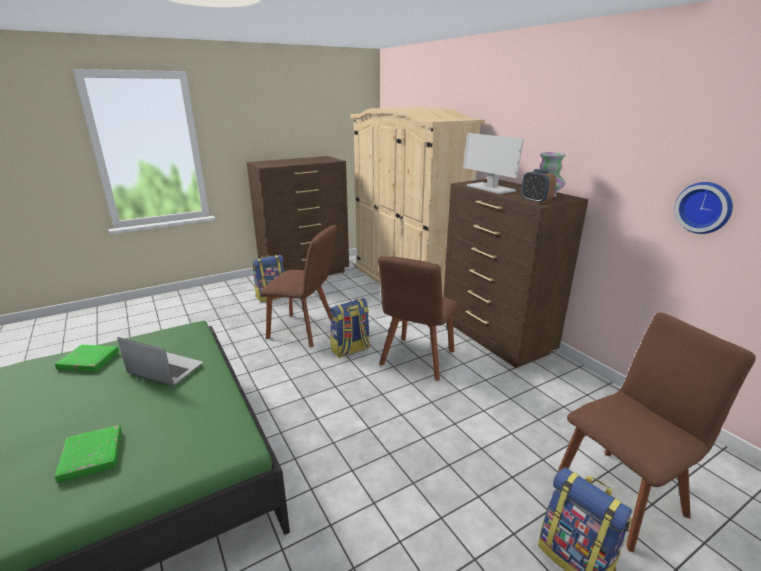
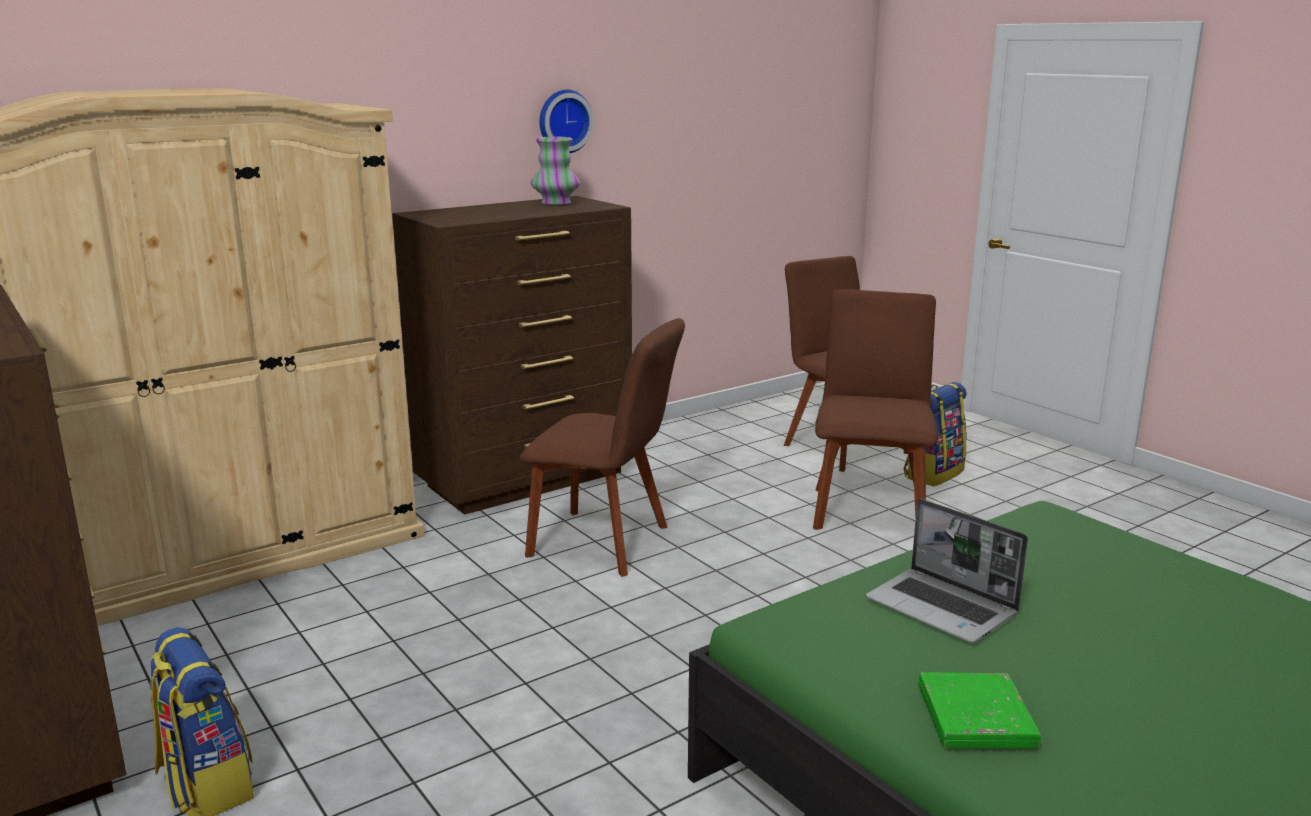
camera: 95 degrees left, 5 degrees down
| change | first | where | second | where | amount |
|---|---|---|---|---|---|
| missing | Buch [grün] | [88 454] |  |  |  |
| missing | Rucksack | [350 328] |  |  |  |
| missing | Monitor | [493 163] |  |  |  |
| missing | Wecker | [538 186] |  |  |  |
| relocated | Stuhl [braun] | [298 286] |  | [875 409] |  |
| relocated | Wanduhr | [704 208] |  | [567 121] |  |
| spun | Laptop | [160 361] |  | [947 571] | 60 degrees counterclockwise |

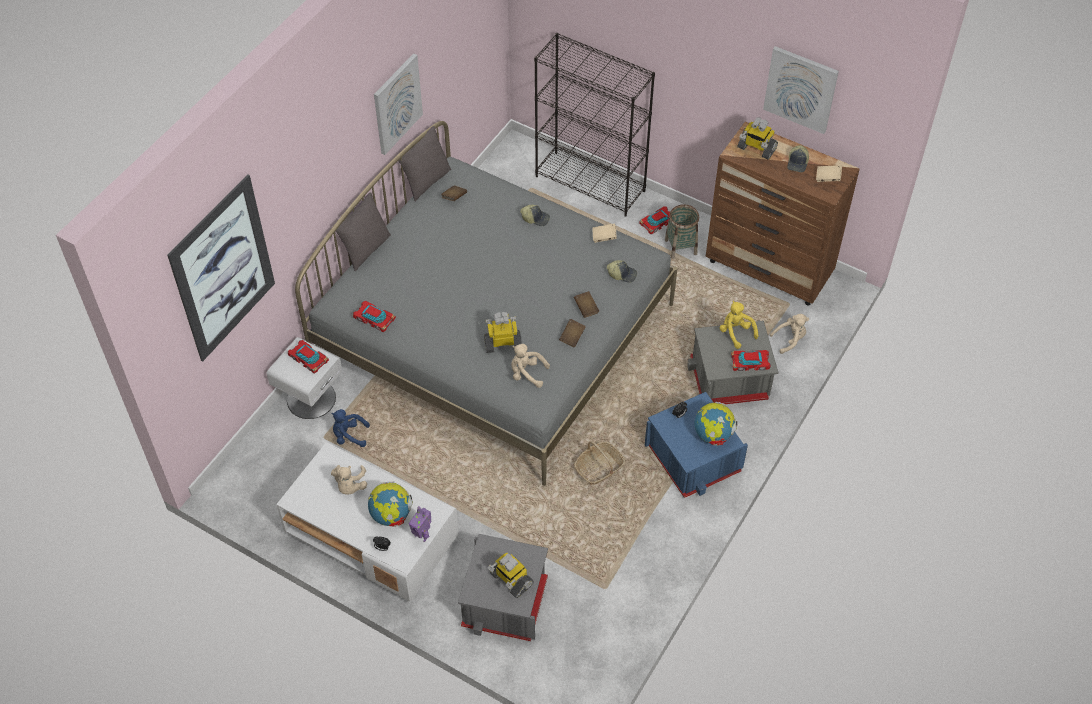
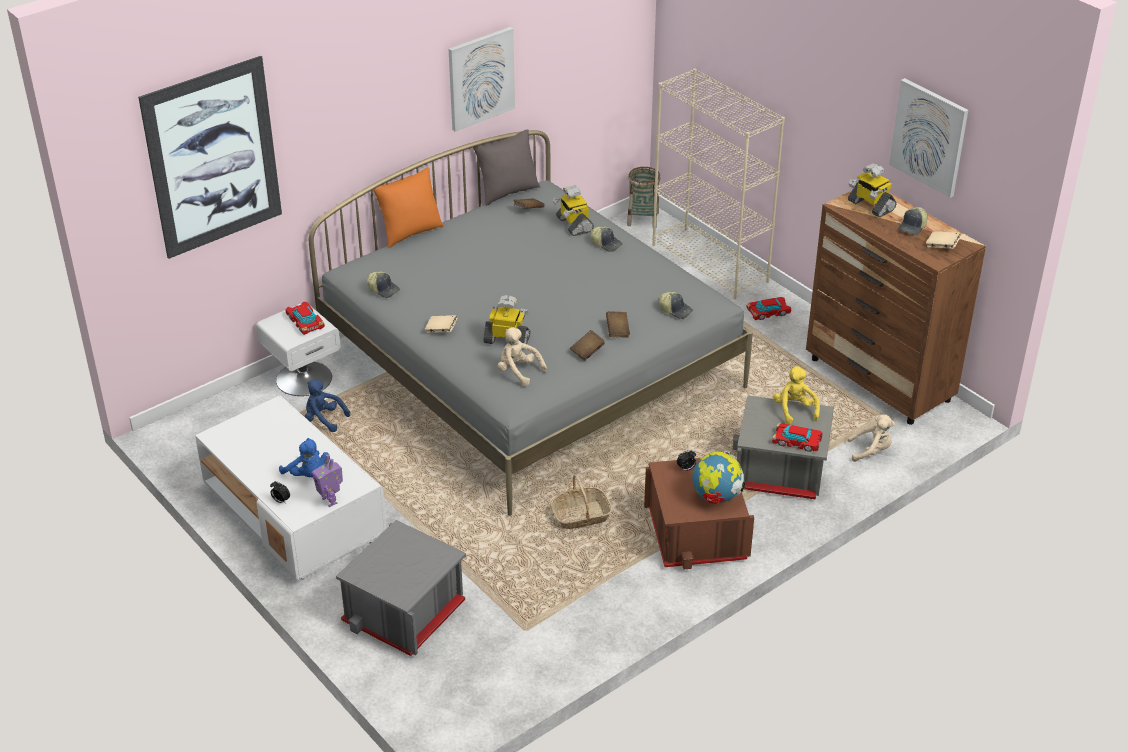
camera: 20 degrees right, 15 degrees down
| change | first | where | second | where | amount |
|---|---|---|---|---|---|
| missing | Plüschtier [beige] | [349 480] |  |  |  |
| relocated | Spielzeugroboter | [511 575] |  | [573 210] |  |
| relocated | Buch [beige] | [605 233] |  | [441 324] |  |
| relocated | Korb | [682 231] |  | [644 197] |  |
| exchanged | Spielzeugauto | [374 316] | Kappe | [383 284] |  |
| exchanged | Globus | [390 504] | Plüschtier [blau] | [304 457] |  |
| colour | Kissen [grau] | [363 231] | Kissen [orange] | [408 207] |  |
| colour | Bücherregal [schwarz] | [594 125] | Bücherregal [beige] | [718 184] |  |
| colour | Aufbewahrungsbox [blau] | [696 445] | Aufbewahrungsbox [braun] | [699 514] |  |

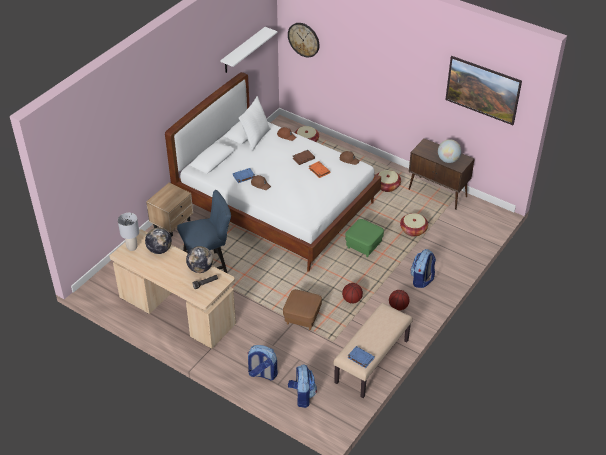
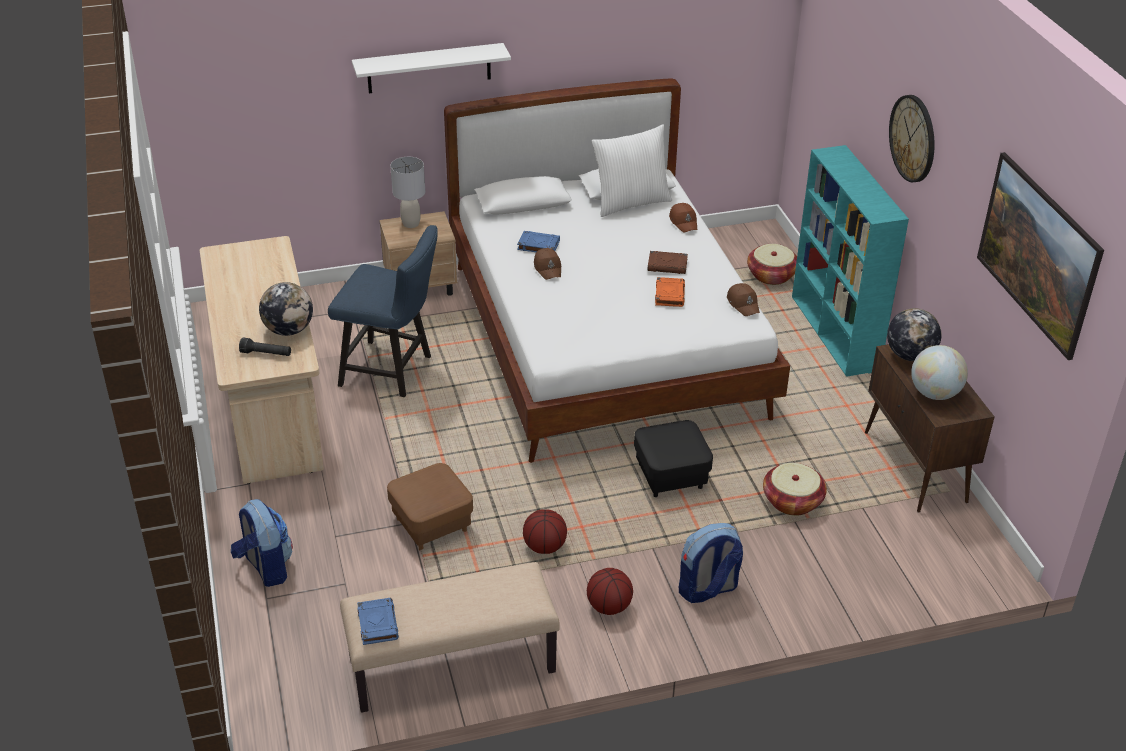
camera: 40 degrees right, 5 degrees down
| change | first | where | second | where | amount |
|---|---|---|---|---|---|
| missing | Rucksack | [302 386] |  |  |  |
| missing | Korb | [389 181] |  |  |  |
| appeared |  |  | Bücherregal [türkis] | [850 261] |  |
| relocated | Tischlampe [grau] | [128 232] |  | [407 192] |  |
| relocated | Globus | [158 241] |  | [914 334] |  |
| relocated | Wandregal [weiß] | [249 50] |  | [431 68] |  |
| relocated | Wanduhr | [304 40] |  | [912 138] |  |
| colour | Polsterhocker [grün] | [364 238] | Polsterhocker [schwarz] | [673 458] |  |

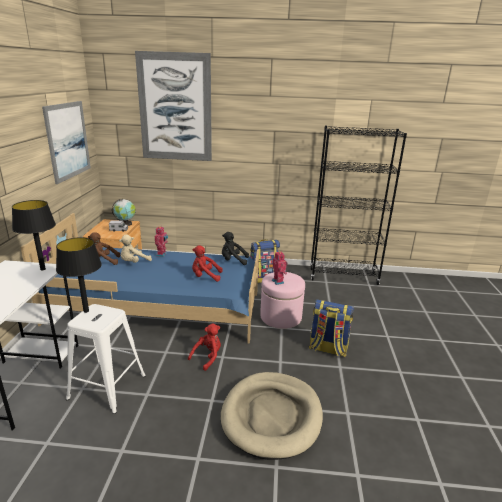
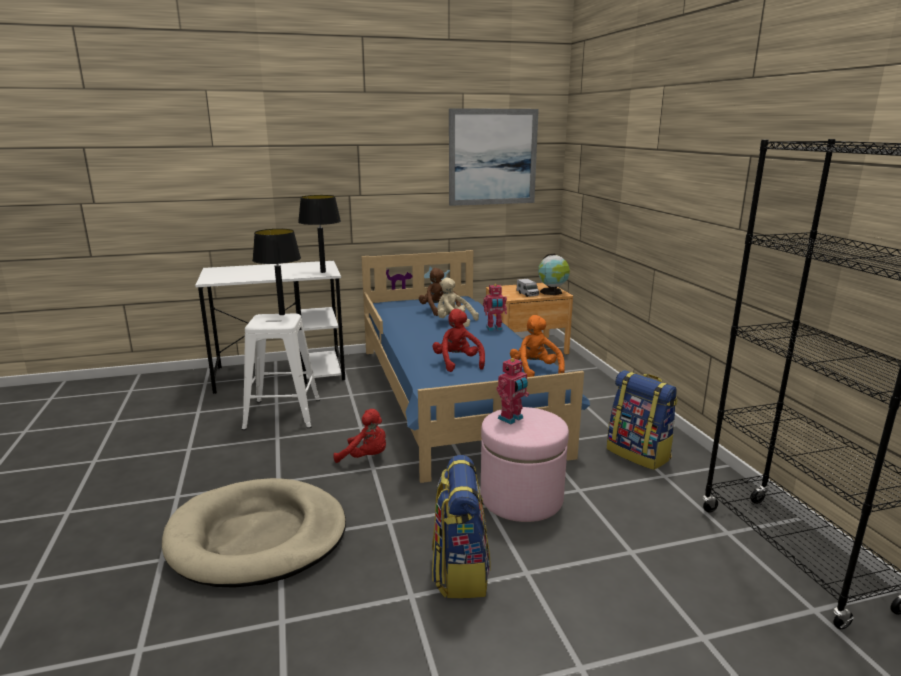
camera: 70 degrees right, 5 degrees down
| change | first | where | second | where | amount |
|---|---|---|---|---|---|
| missing | Bild | [173 106] |  |  |  |
| colour | Plüschtier [schwarz] | [235 248] | Plüschtier [orange] | [537 346] |  |

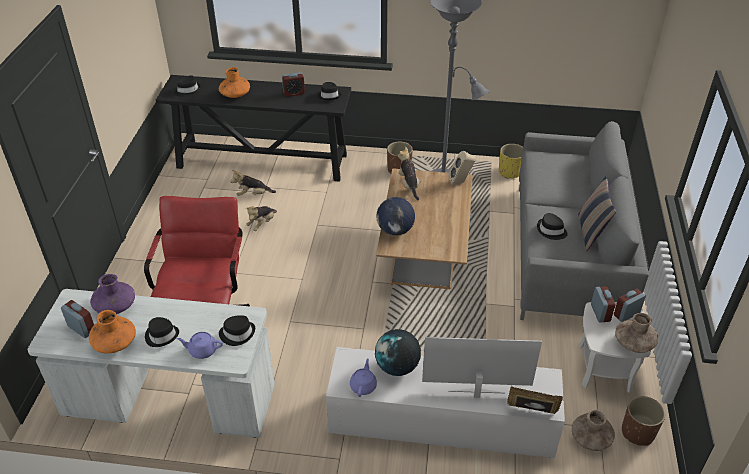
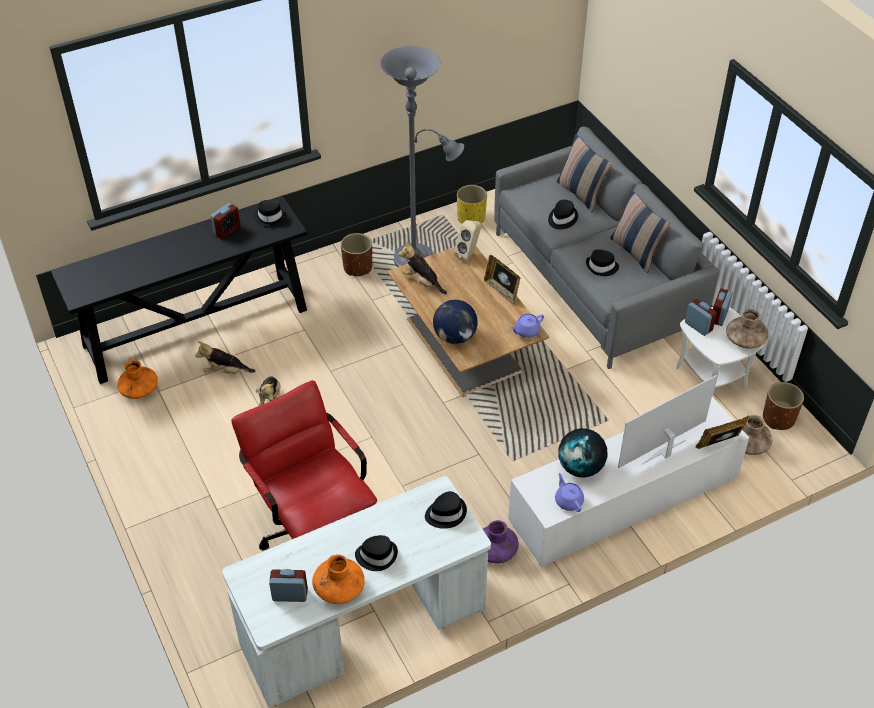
camera: 35 degrees left, 5 degrees up
| change | first | where | second | where | amount |
|---|---|---|---|---|---|
| appeared |  |  | Bilderrahmen | [502 280] |  |
| appeared |  |  | Kissen | [584 173] |  |
| relocated | Vase [lila] | [112 294] |  | [501 541] |  |
| relocated | Hut [schwarz] | [187 86] |  | [563 214] |  |
| relocated | Teekanne [lila] | [200 345] |  | [527 326] |  |
| relocated | Vase [orange] | [234 82] |  | [137 379] |  |
| spun | Plüschtier | [253 183] |  | [225 357] | 45 degrees clockwise |

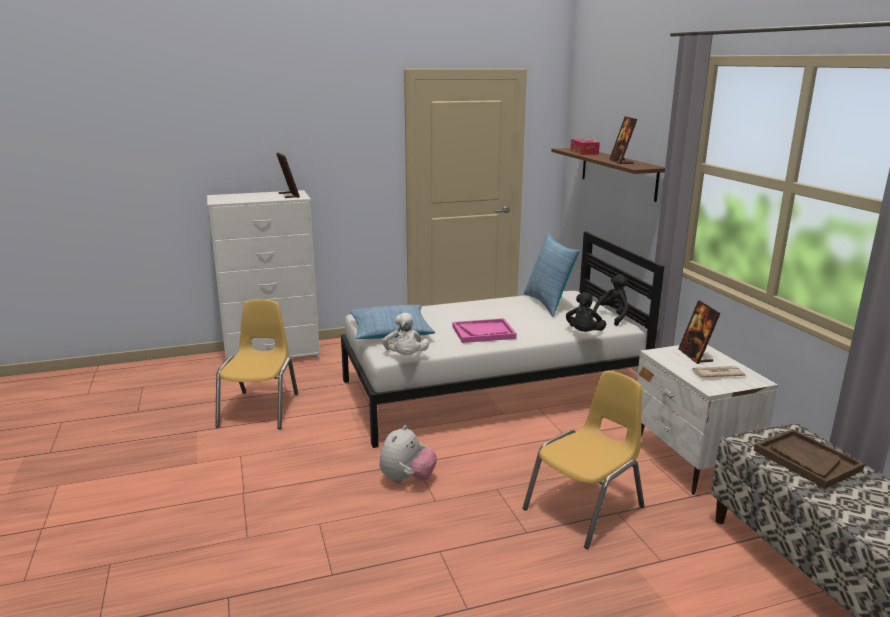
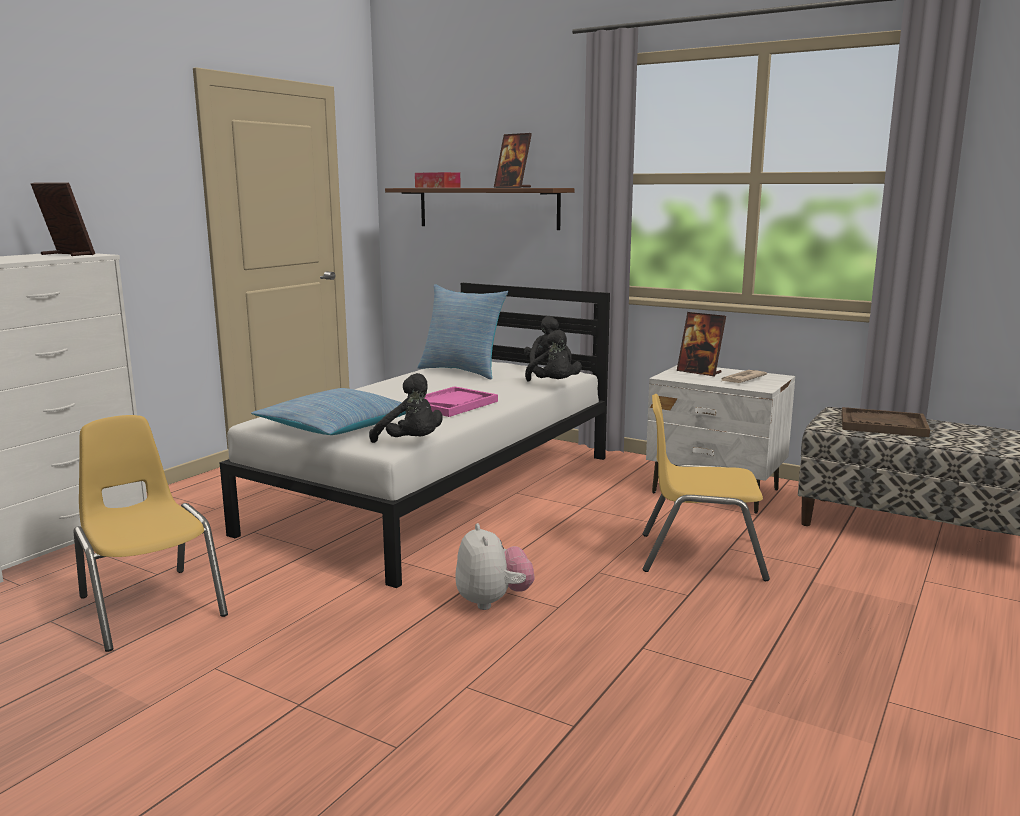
camera: 40 degrees left, 5 degrees down
| change | first | where | second | where | amount |
|---|---|---|---|---|---|
| colour | Plüschtier [weiß] | [405 334] | Plüschtier [schwarz] | [406 408] |  |
| spun | Stuhl [gelb] | [583 460] |  | [706 487] | 90 degrees counterclockwise |

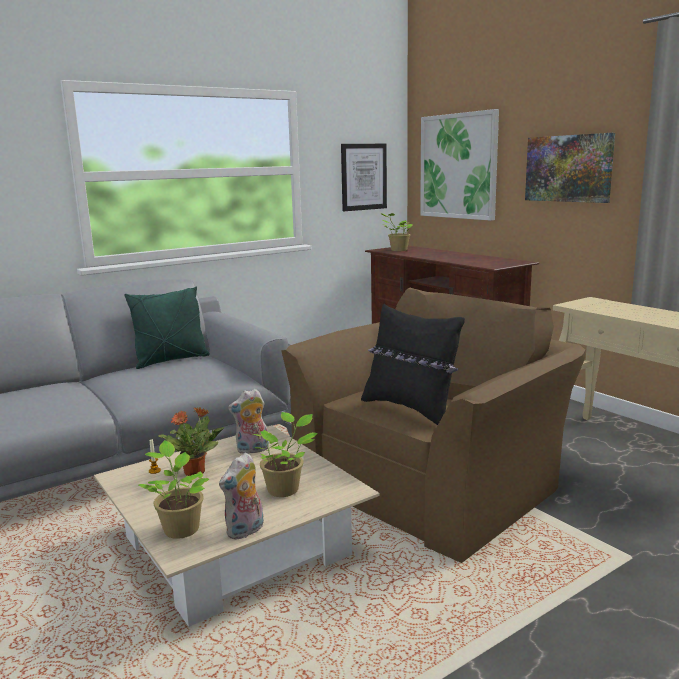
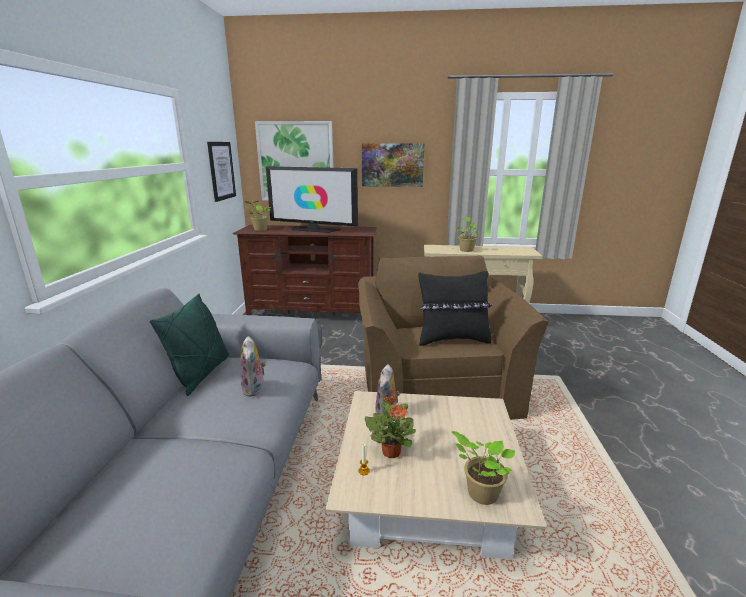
camera: 50 degrees left, 5 degrees up
| change | first | where | second | where | amount |
|---|---|---|---|---|---|
| appeared |  |  | Fernseher | [312 199] |  |
| relocated | Plüschtier | [241 496] |  | [253 366] |  |
| relocated | Topfpflanze | [285 454] |  | [466 234] |  |

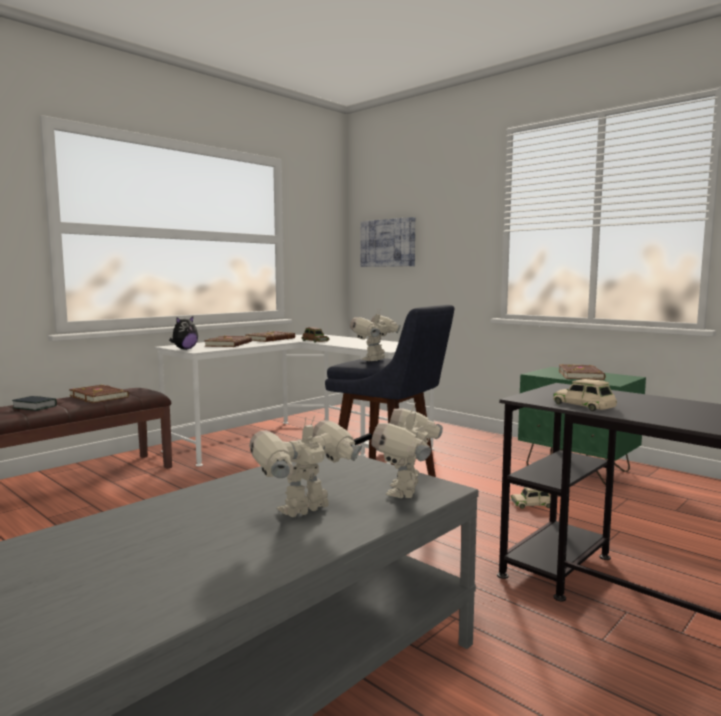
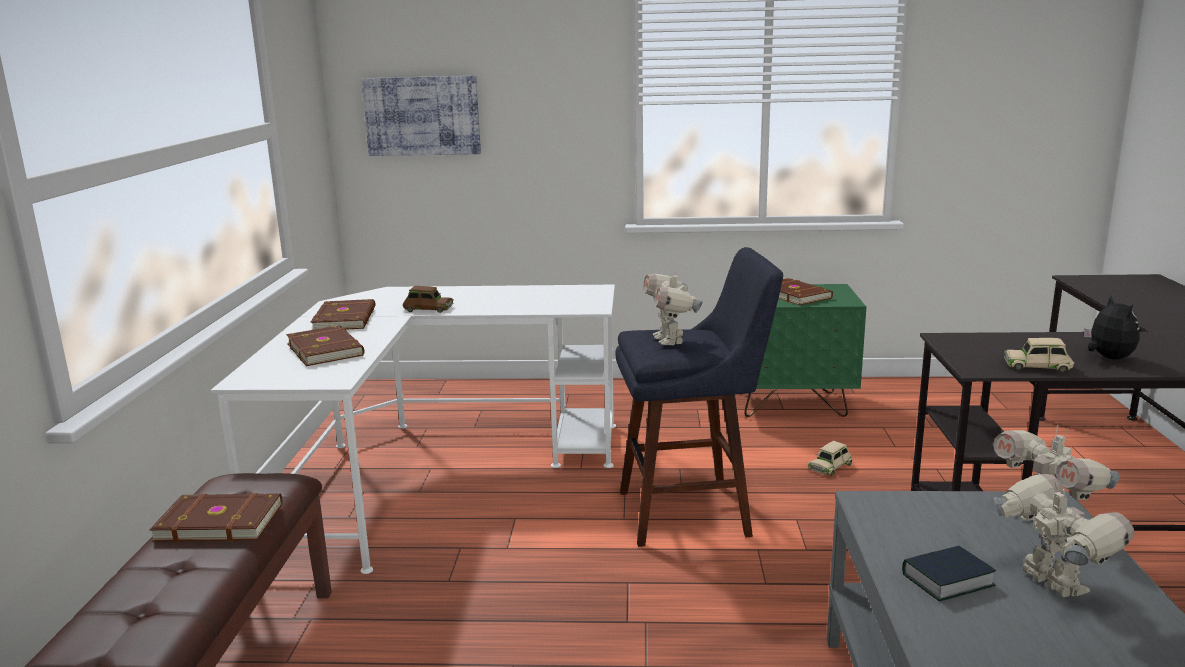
camera: 40 degrees left, 10 degrees up
| change | first | where | second | where | amount |
|---|---|---|---|---|---|
| relocated | Buch | [34 403] |  | [949 573] |  |
| relocated | Plüschtier | [183 333] |  | [1112 327] |  |
| spun | Spielzeugroboter | [305 466] |  | [1063 535] | 150 degrees clockwise |

